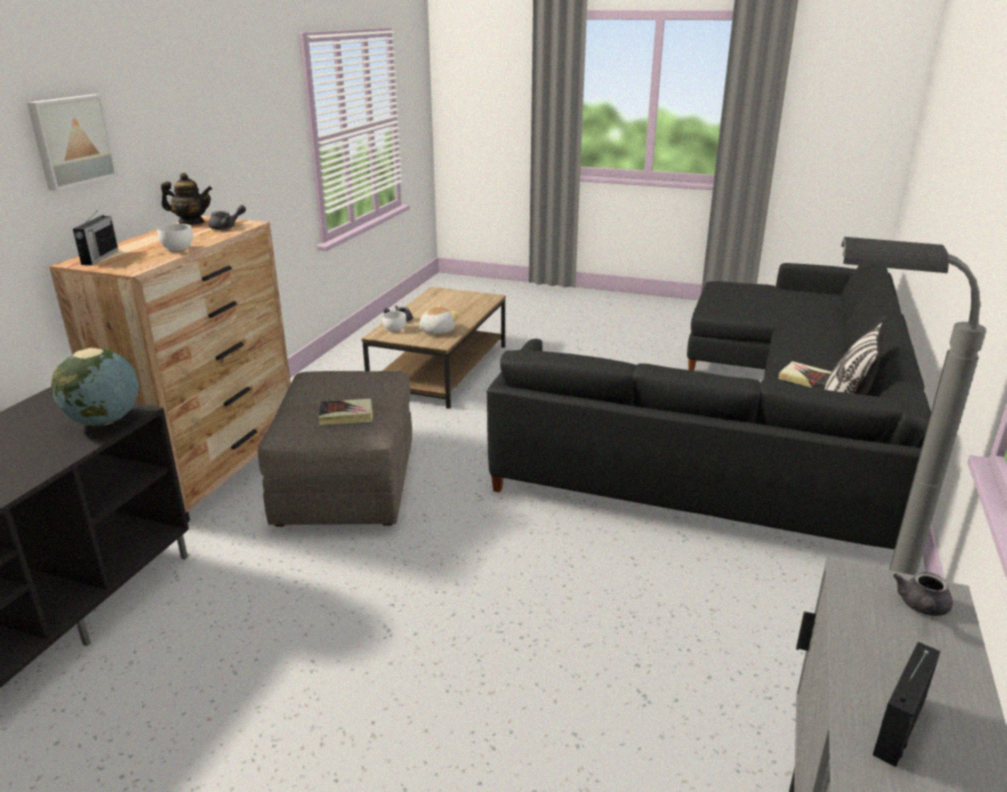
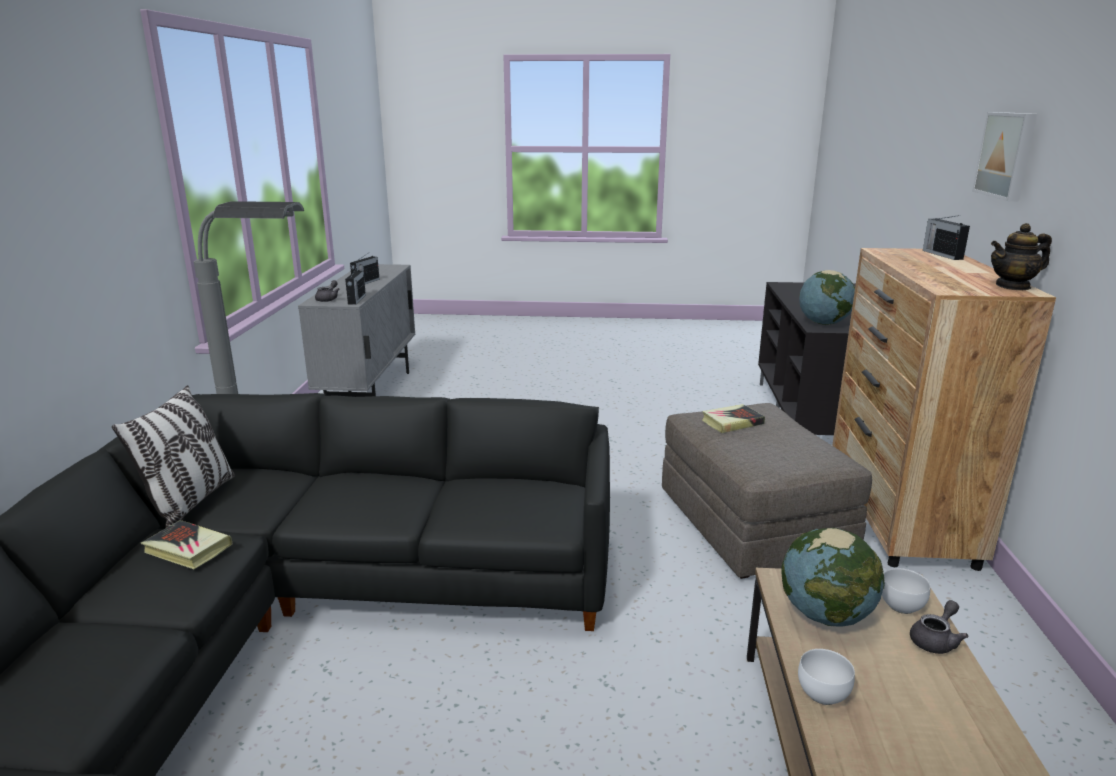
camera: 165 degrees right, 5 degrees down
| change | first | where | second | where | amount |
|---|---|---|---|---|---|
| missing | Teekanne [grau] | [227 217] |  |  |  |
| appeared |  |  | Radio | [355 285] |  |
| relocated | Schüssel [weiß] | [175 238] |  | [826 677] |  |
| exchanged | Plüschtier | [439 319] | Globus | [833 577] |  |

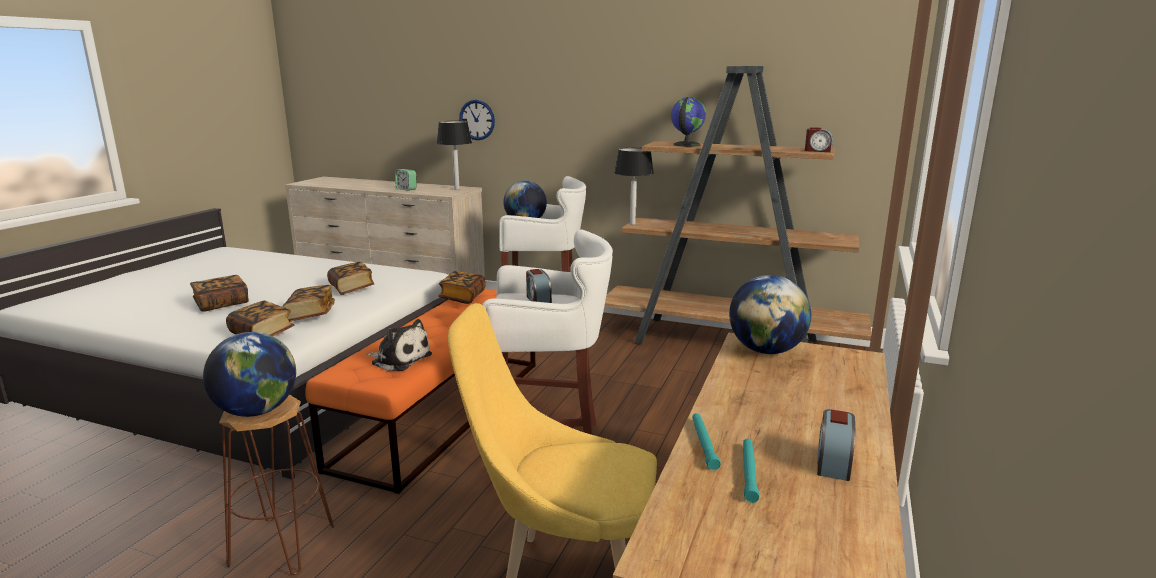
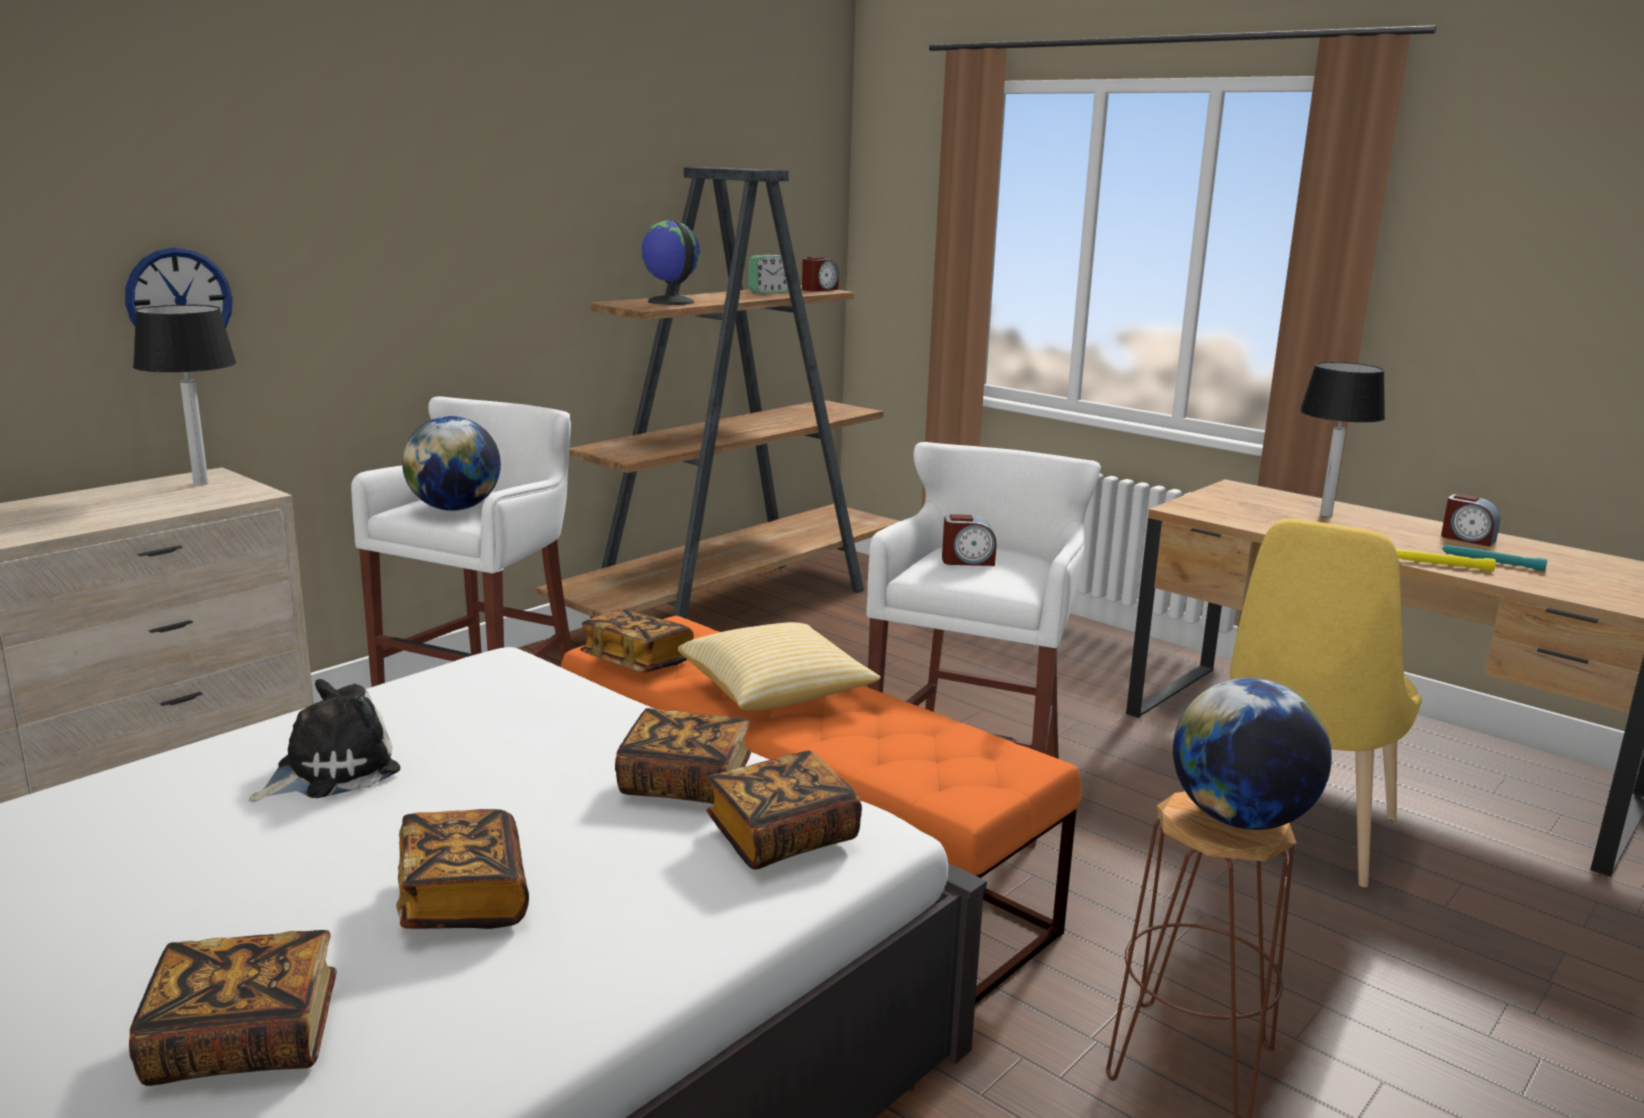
camera: 70 degrees left, 0 degrees up
| change | first | where | second | where | amount |
|---|---|---|---|---|---|
| missing | Globus | [770 314] |  |  |  |
| appeared |  |  | Kissen | [779 666] |  |
| relocated | Buch | [350 278] |  | [233 1008] |  |
| relocated | Plüschtier | [399 345] |  | [324 740] |  |
| relocated | Wecker | [406 180] |  | [768 274] |  |
| relocated | Tischlampe | [634 186] |  | [1342 439] |  |
| colour | Taschenlampe [türkis] | [706 441] | Taschenlampe [gelb] | [1446 561] |  |

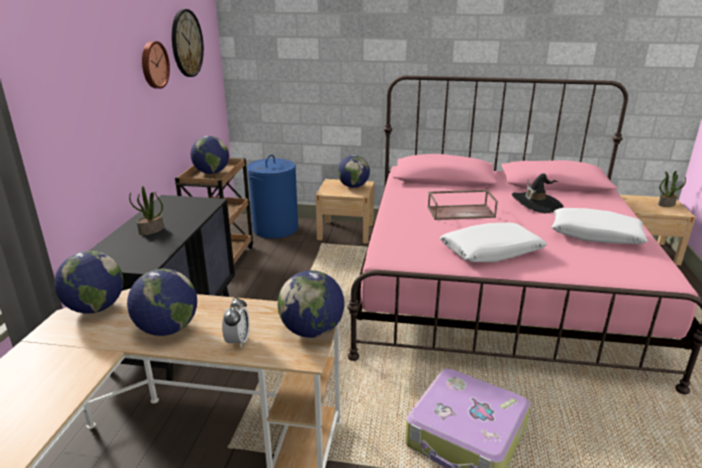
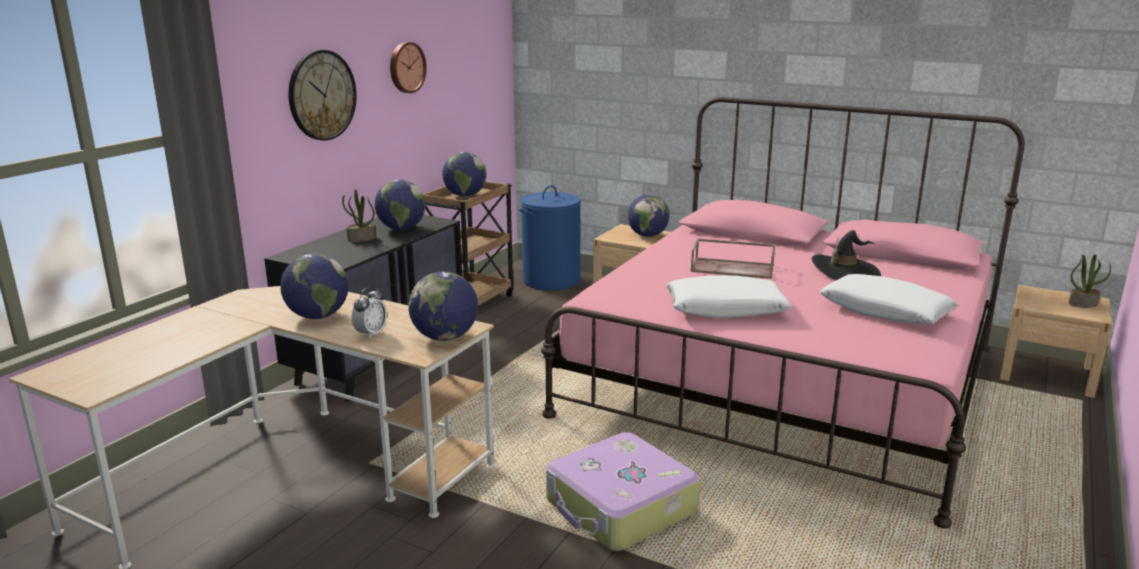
camera: 20 degrees right, 5 degrees down
| change | first | where | second | where | amount |
|---|---|---|---|---|---|
| relocated | Globus | [88 282] |  | [400 204] |  |
| relocated | Wanduhr | [188 43] |  | [323 95] |  |

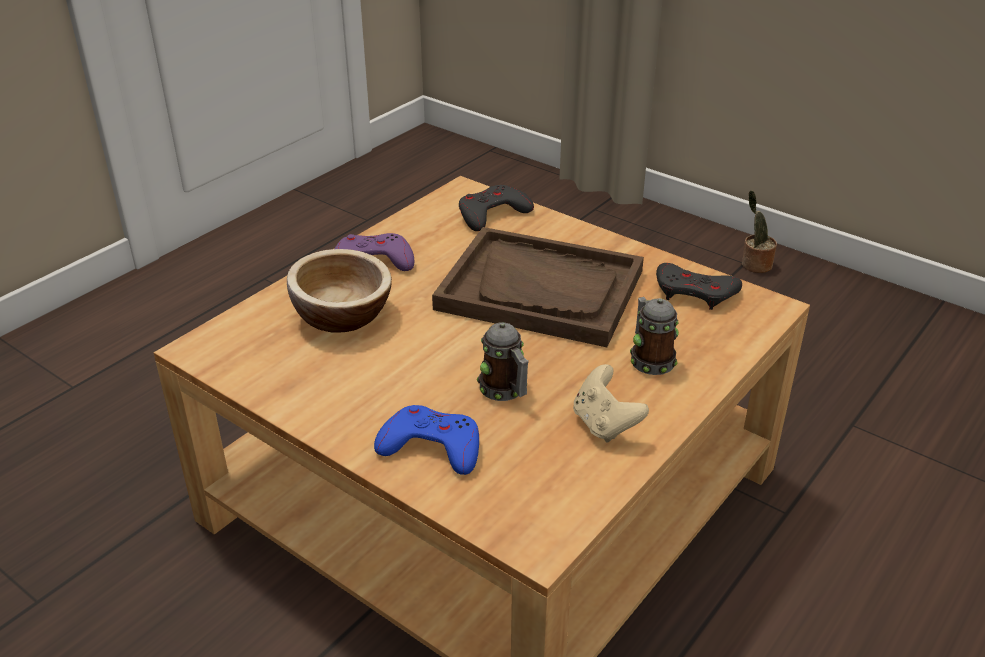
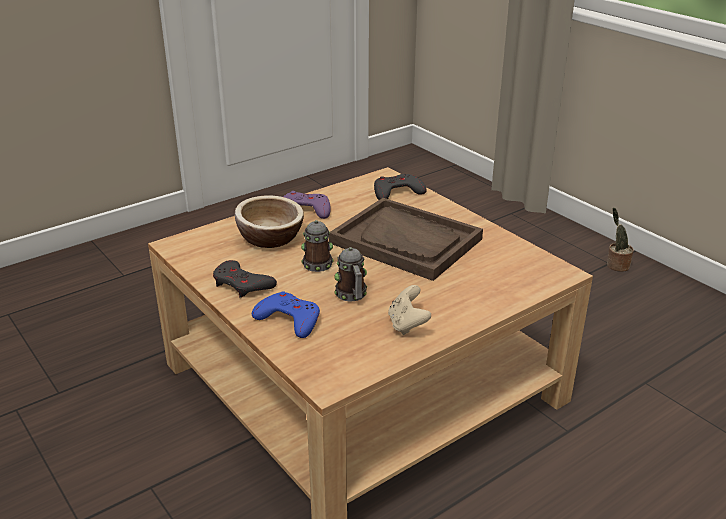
camera: 15 degrees right, 5 degrees down
| change | first | where | second | where | amount |
|---|---|---|---|---|---|
| relocated | Henkelbecher | [654 336] |  | [317 246] |  |
| relocated | Gamepad [grau] | [699 286] |  | [245 279] |  |

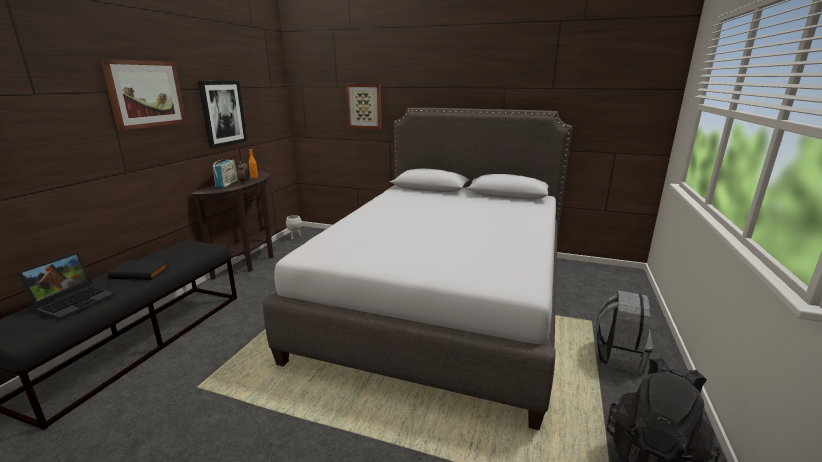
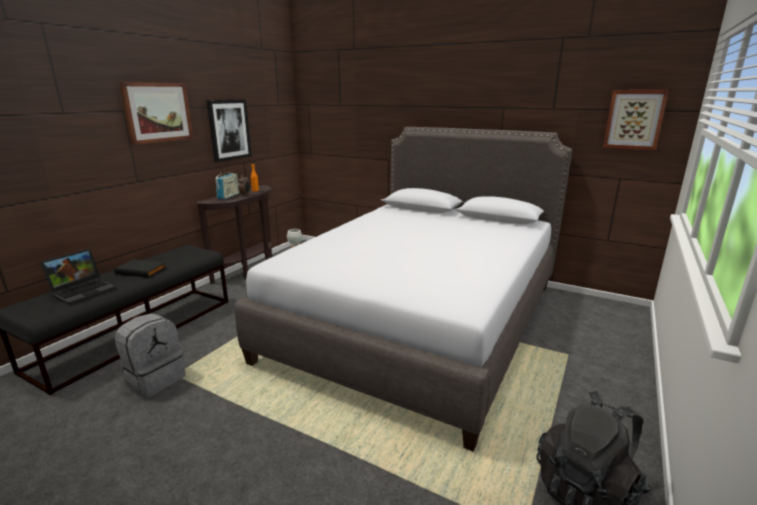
camera: 10 degrees right, 0 degrees up
| change | first | where | second | where | amount |
|---|---|---|---|---|---|
| relocated | Bild | [364 106] |  | [636 120] |  |
| relocated | Rucksack [grau] | [624 332] |  | [150 355] |  |

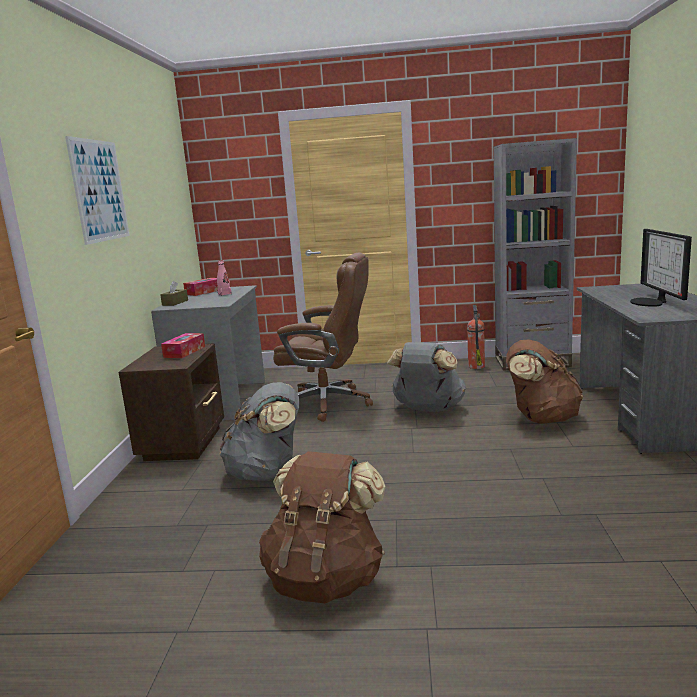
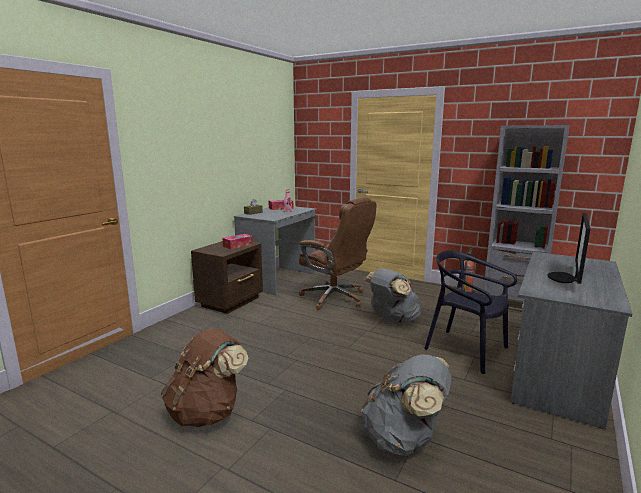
camera: 25 degrees right, 0 degrees up
| change | first | where | second | where | amount |
|---|---|---|---|---|---|
| missing | Bild | [97 190] |  |  |  |
| relocated | Rucksack [grau] | [259 431] |  | [406 405] |  |
| exchanged | Rucksack [braun] | [544 382] | Stuhl [schwarz] | [470 312] |  |

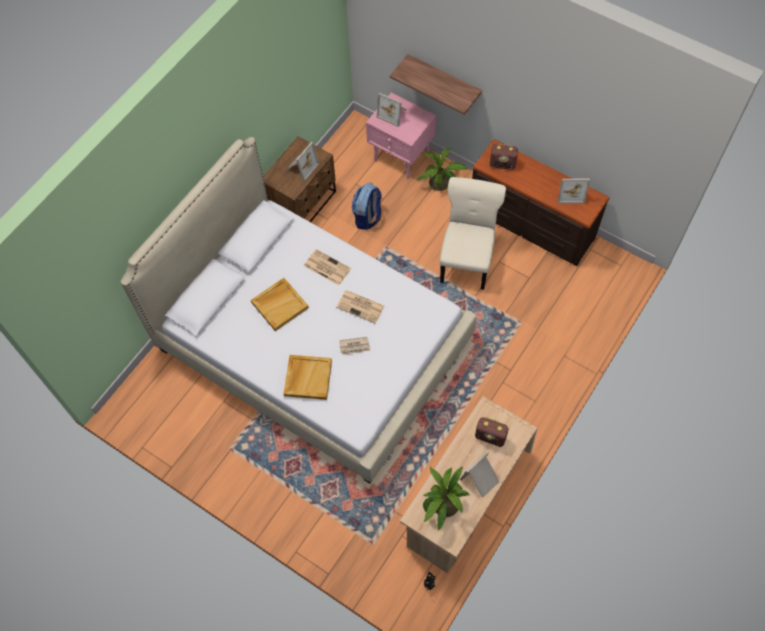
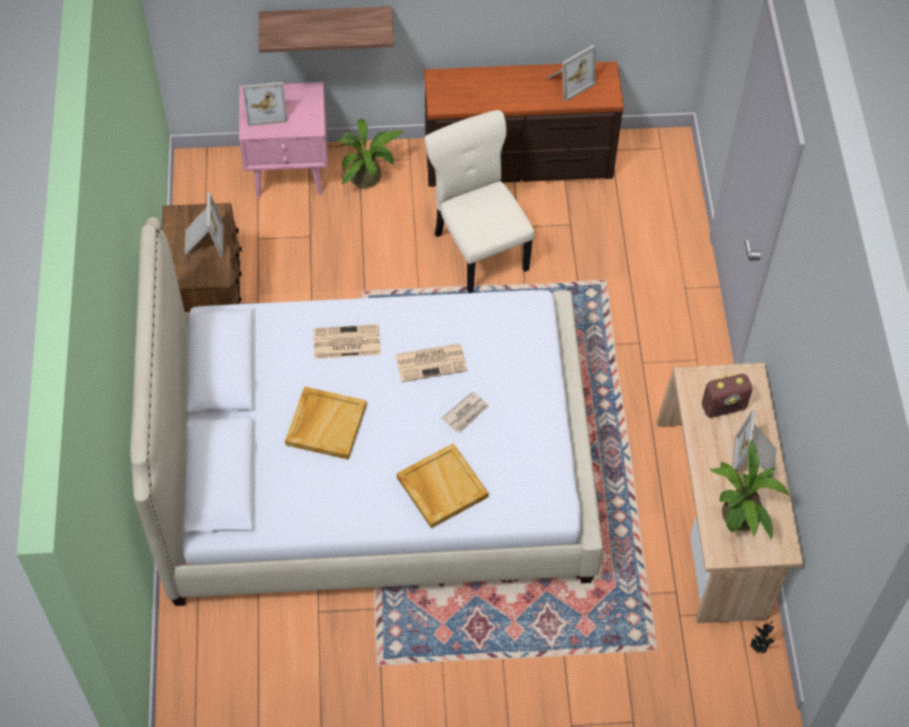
camera: 40 degrees left, 5 degrees down
| change | first | where | second | where | amount |
|---|---|---|---|---|---|
| missing | Rucksack | [367 206] |  |  |  |
| missing | Radio | [504 157] |  |  |  |

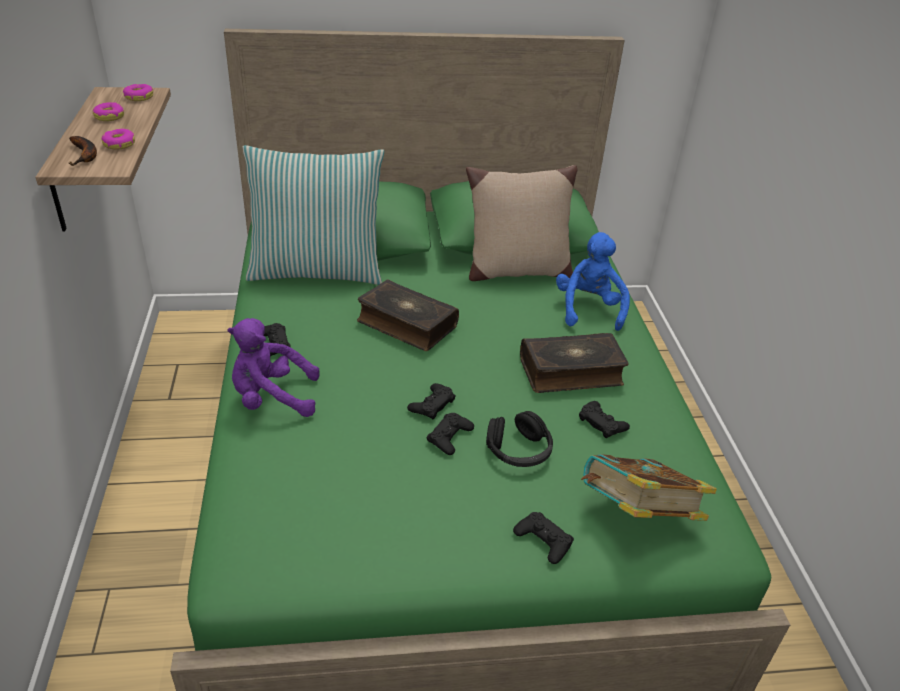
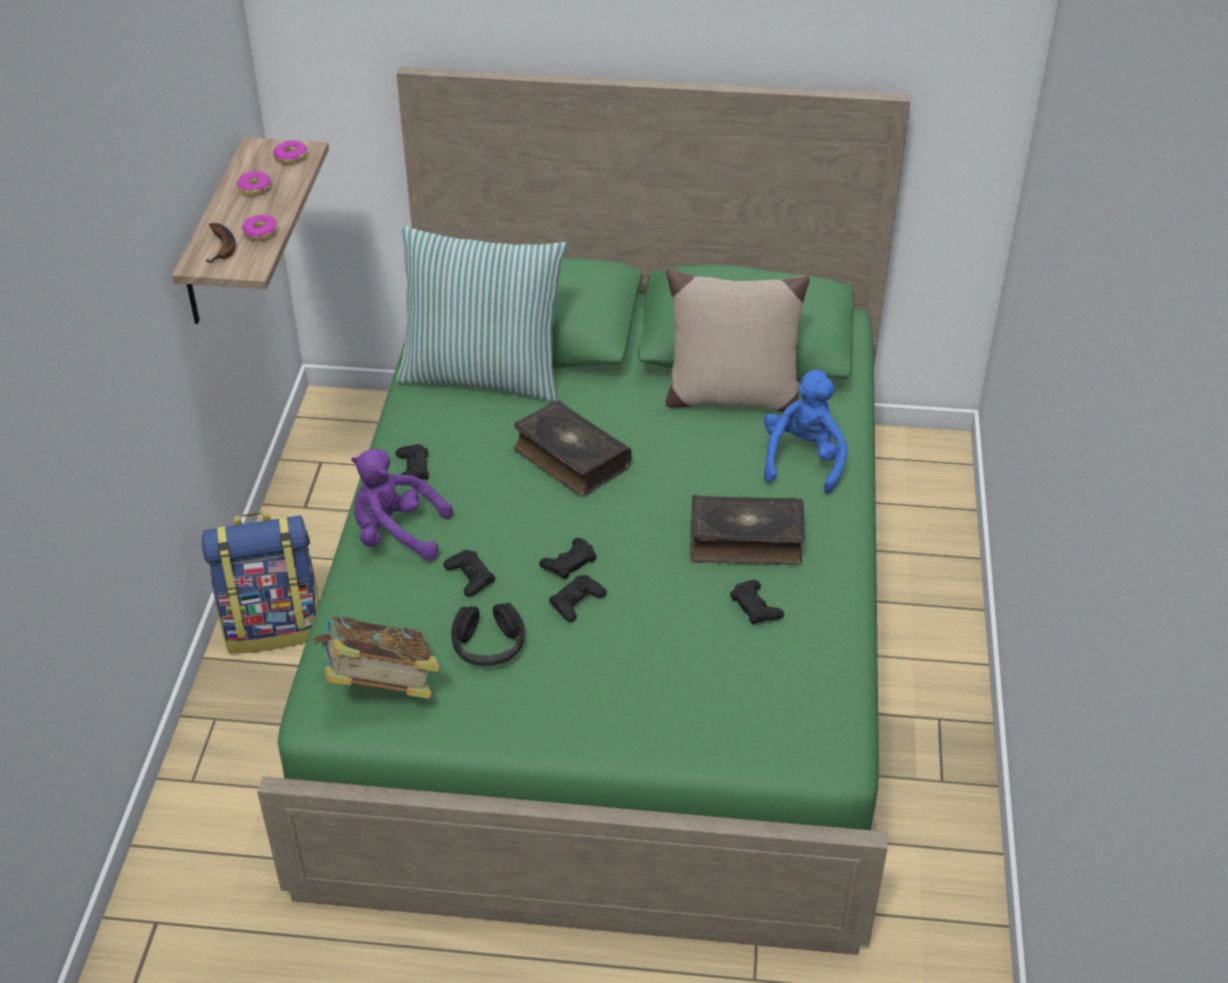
camera: 15 degrees right, 5 degrees up
| change | first | where | second | where | amount |
|---|---|---|---|---|---|
| appeared |  |  | Rucksack | [260 582] |  |
| relocated | Kopfhörer [schwarz] | [519 439] |  | [488 634] |  |
| relocated | Gamepad [schwarz] | [543 538] |  | [469 573] |  |
| relocated | Buch | [649 487] |  | [376 657] |  |

